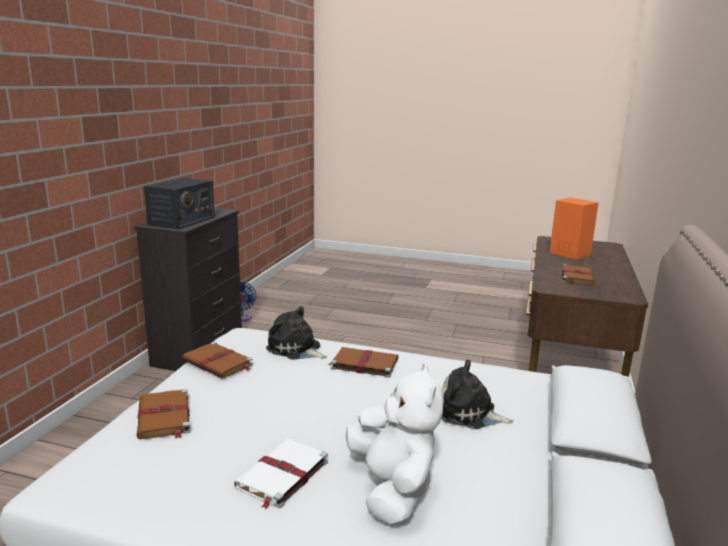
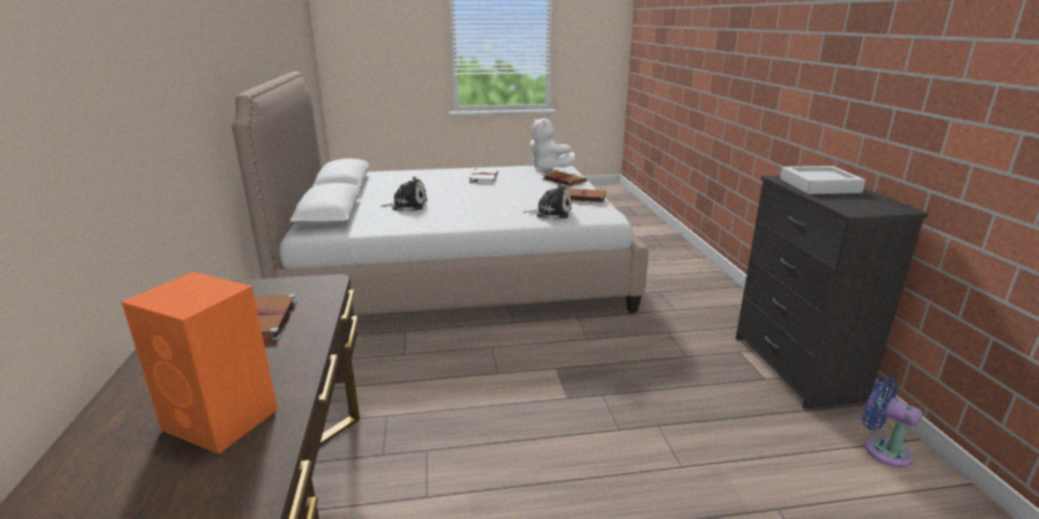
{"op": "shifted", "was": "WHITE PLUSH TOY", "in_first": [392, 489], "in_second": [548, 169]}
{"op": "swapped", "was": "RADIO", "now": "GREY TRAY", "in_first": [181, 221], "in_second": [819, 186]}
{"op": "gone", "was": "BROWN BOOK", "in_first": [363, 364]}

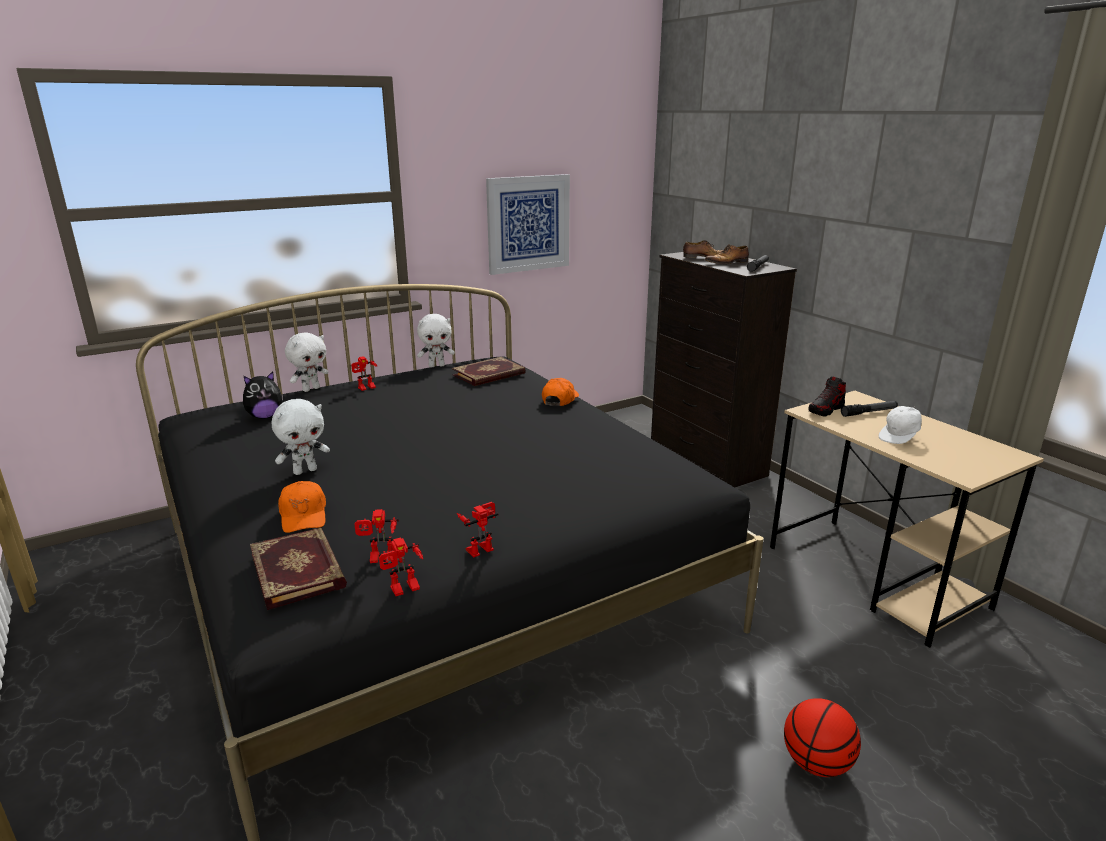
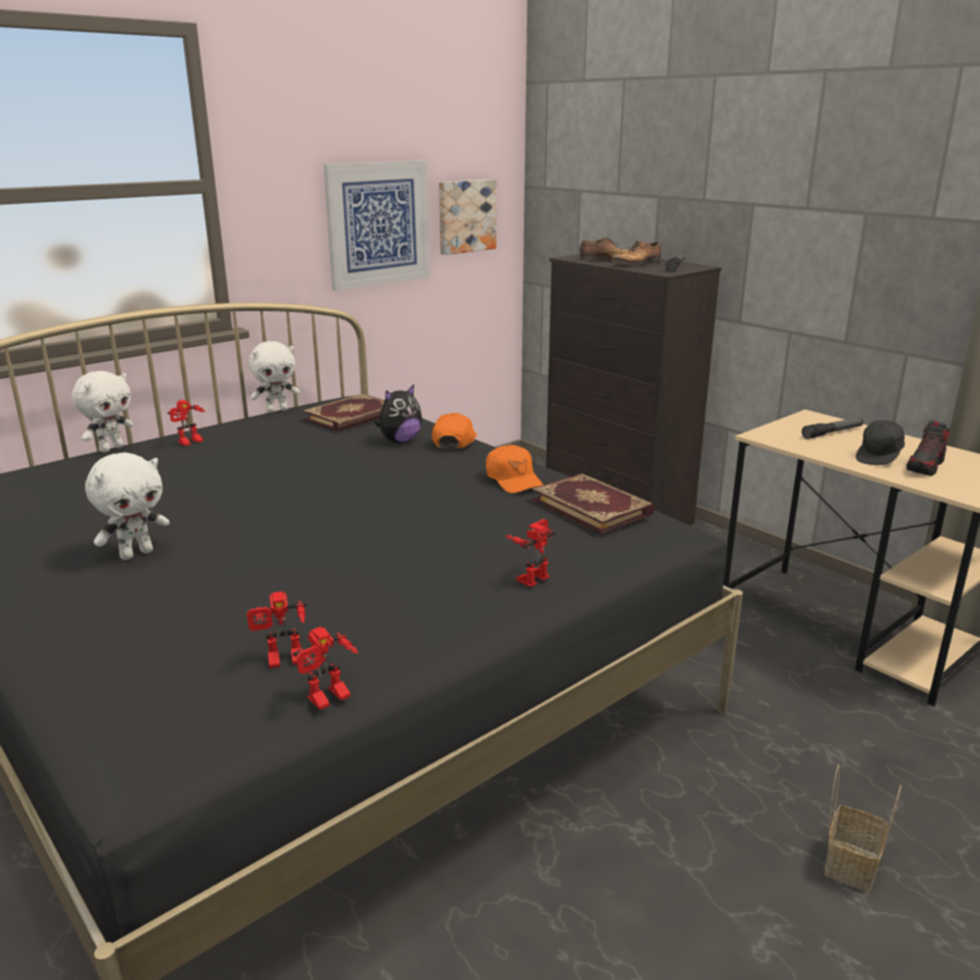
{"op": "shifted", "was": "PLUSH TOY", "in_first": [265, 416], "in_second": [400, 441]}
{"op": "new", "now": "PICTURE", "in_second": [465, 216]}
{"op": "shifted", "was": "ORANGE CAP", "in_first": [304, 515], "in_second": [513, 480]}
{"op": "shifted", "was": "TOY ROBOT", "in_first": [479, 547], "in_second": [531, 576]}
{"op": "shifted", "was": "BOOK", "in_first": [299, 570], "in_second": [593, 507]}
{"op": "swapped", "was": "BASKETBALL", "now": "BASKET", "in_first": [816, 763], "in_second": [850, 862]}
{"op": "repainted", "was": "WHITE CAP", "now": "BLACK CAP", "in_first": [900, 437], "in_second": [879, 457]}
{"op": "shifted", "was": "SHOE", "in_first": [826, 410], "in_second": [925, 467]}

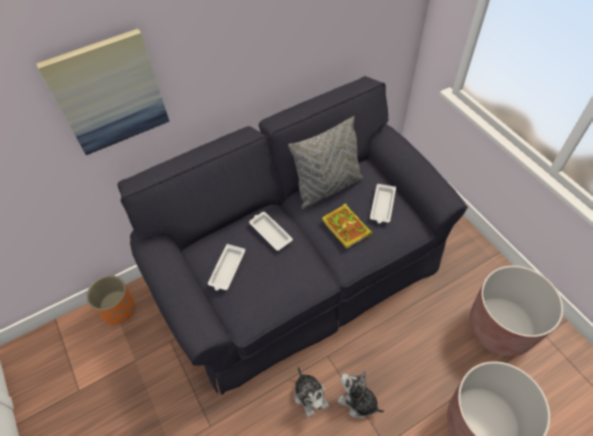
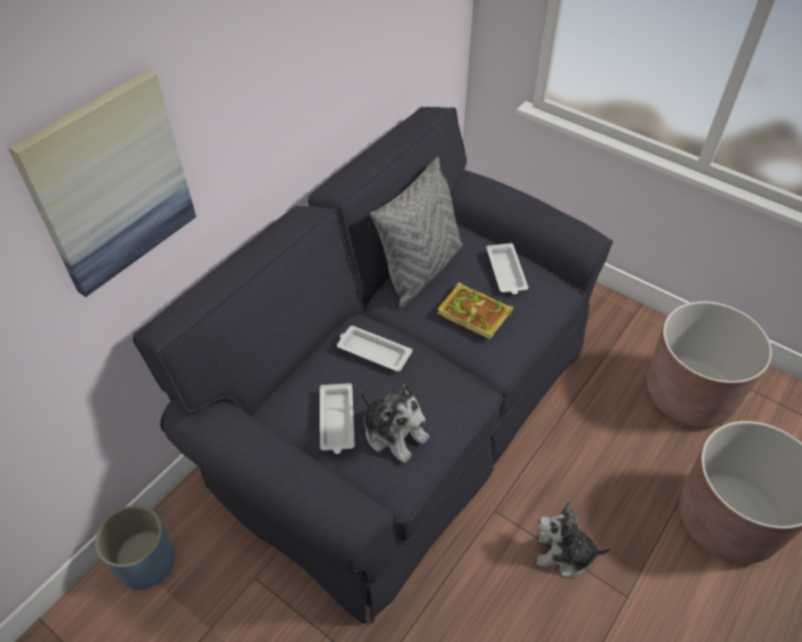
{"op": "repainted", "was": "ORANGE PLANTER", "now": "BLUE PLANTER", "in_first": [119, 309], "in_second": [146, 562]}
{"op": "shifted", "was": "PLUSH TOY", "in_first": [310, 396], "in_second": [394, 433]}

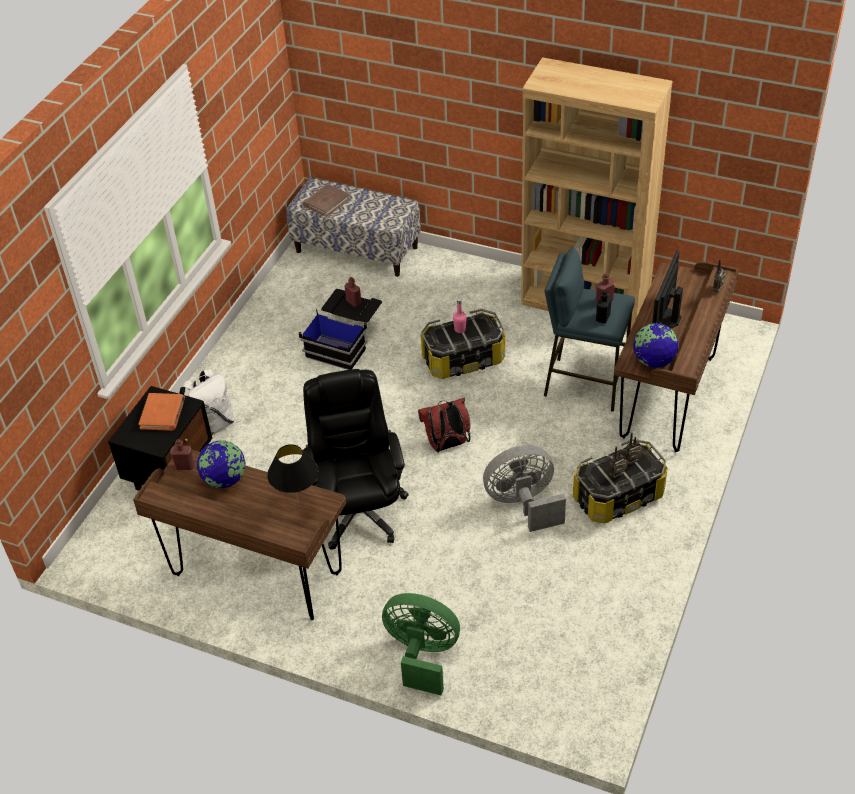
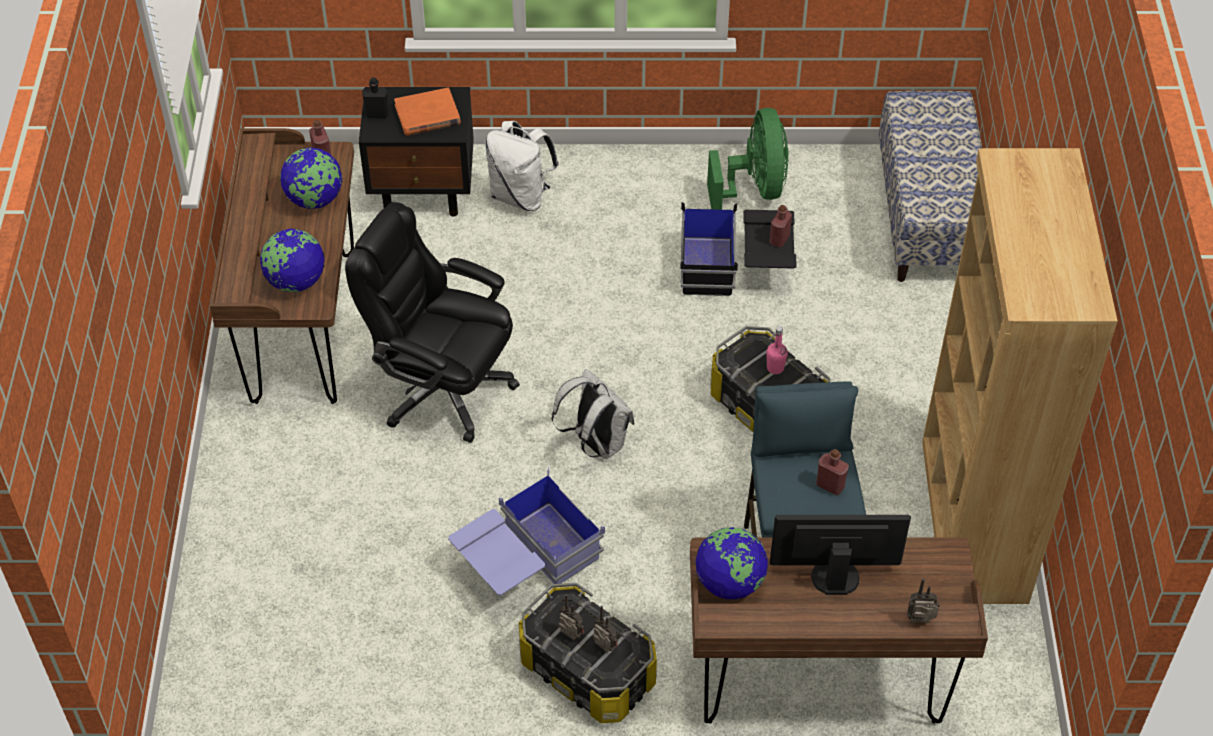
{"op": "swapped", "was": "BLACK TABLE LAMP", "now": "GLOBE", "in_first": [299, 507], "in_second": [295, 281]}
{"op": "rotated", "was": "BLACK OFFICE CHAIR", "in_first": [359, 510], "in_second": [442, 388], "clockwise": -120}
{"op": "shifted", "was": "BLACK BOTTLE", "in_first": [603, 318], "in_second": [377, 114]}
{"op": "swapped", "was": "GREY FAN", "now": "BLUE STORAGE BOX", "in_first": [524, 504], "in_second": [526, 562]}
{"op": "repainted", "was": "RED BACKPACK", "now": "WHITE BACKPACK", "in_first": [447, 445], "in_second": [596, 443]}
{"op": "shifted", "was": "GREEN FAN", "in_first": [422, 655], "in_second": [754, 189]}
{"op": "gone", "was": "BROWN BOOK", "in_first": [327, 202]}

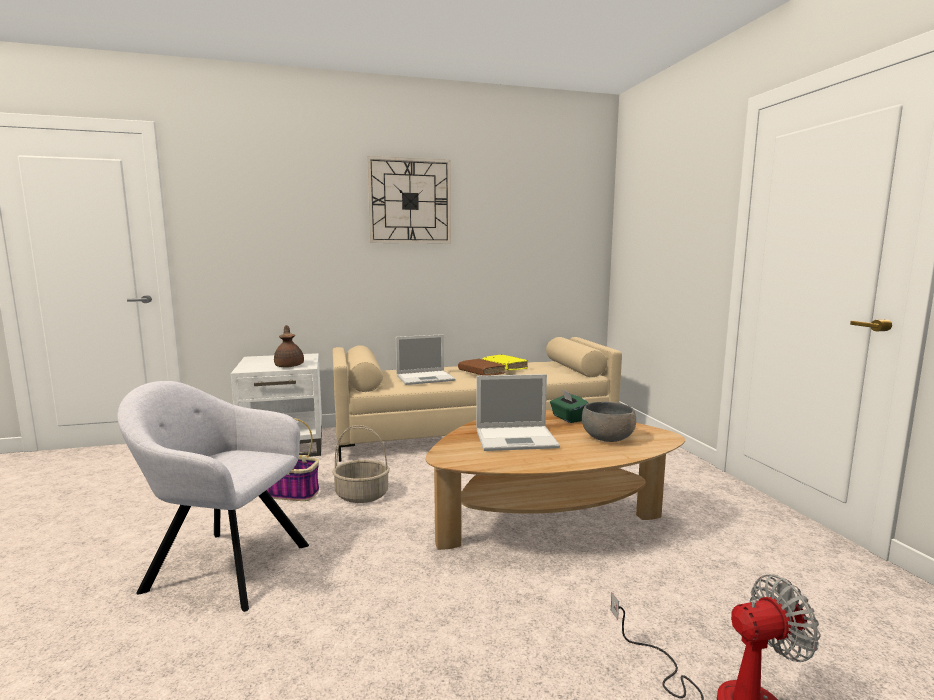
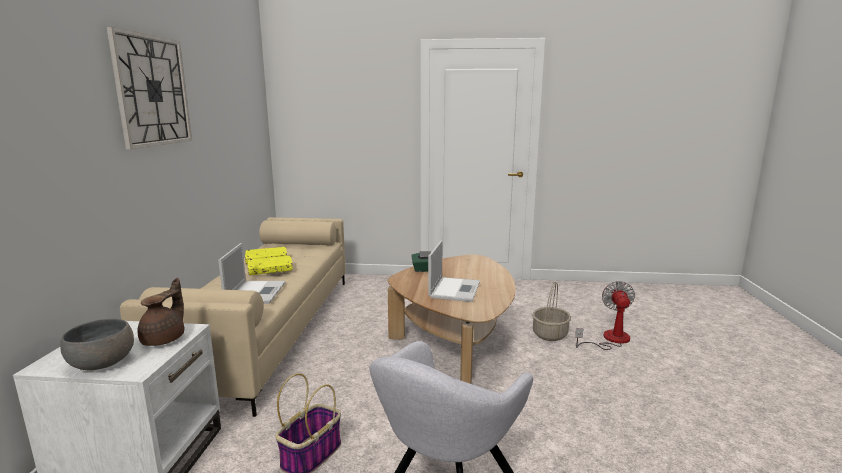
{"op": "shifted", "was": "GREY BOWL", "in_first": [607, 438], "in_second": [102, 363]}
{"op": "rotated", "was": "BROWN TEAPOT", "in_first": [289, 366], "in_second": [165, 339], "clockwise": 105}
{"op": "repainted", "was": "BROWN BOOK", "now": "YELLOW BOOK", "in_first": [481, 372], "in_second": [270, 270]}
{"op": "shifted", "was": "BASKET", "in_first": [362, 495], "in_second": [549, 334]}

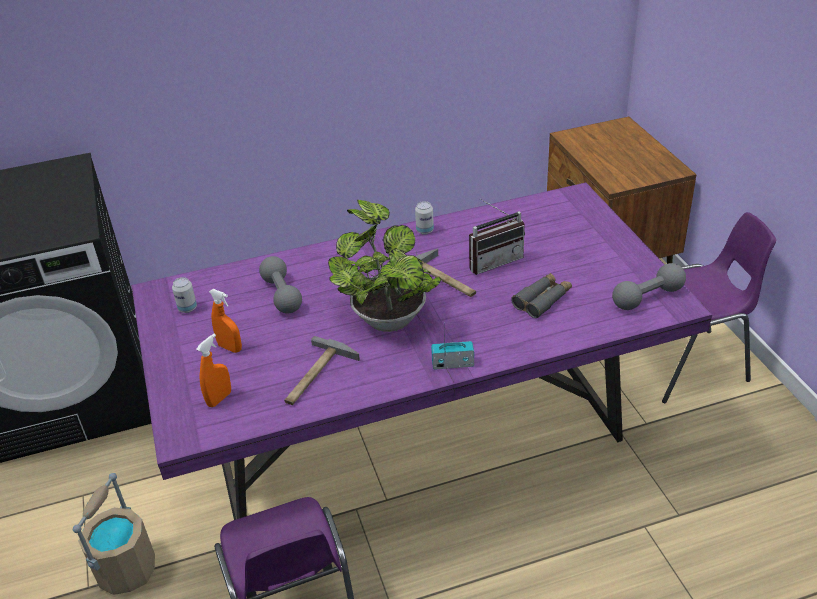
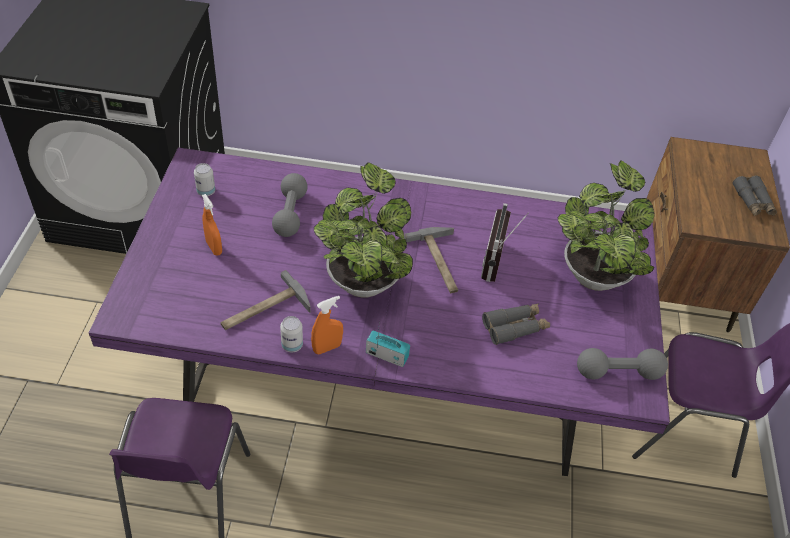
{"op": "shifted", "was": "CAN", "in_first": [425, 231], "in_second": [292, 345]}
{"op": "shifted", "was": "ORANGE SPRAY BOTTLE", "in_first": [219, 399], "in_second": [327, 348]}
{"op": "rotated", "was": "RADIO", "in_first": [493, 260], "in_second": [499, 263], "clockwise": 105}
{"op": "new", "now": "POTTED PLANT", "in_second": [594, 272]}
{"op": "new", "now": "GREY BINOCULARS", "in_second": [753, 202]}
{"op": "gone", "was": "BEIGE BUCKET", "in_first": [126, 569]}

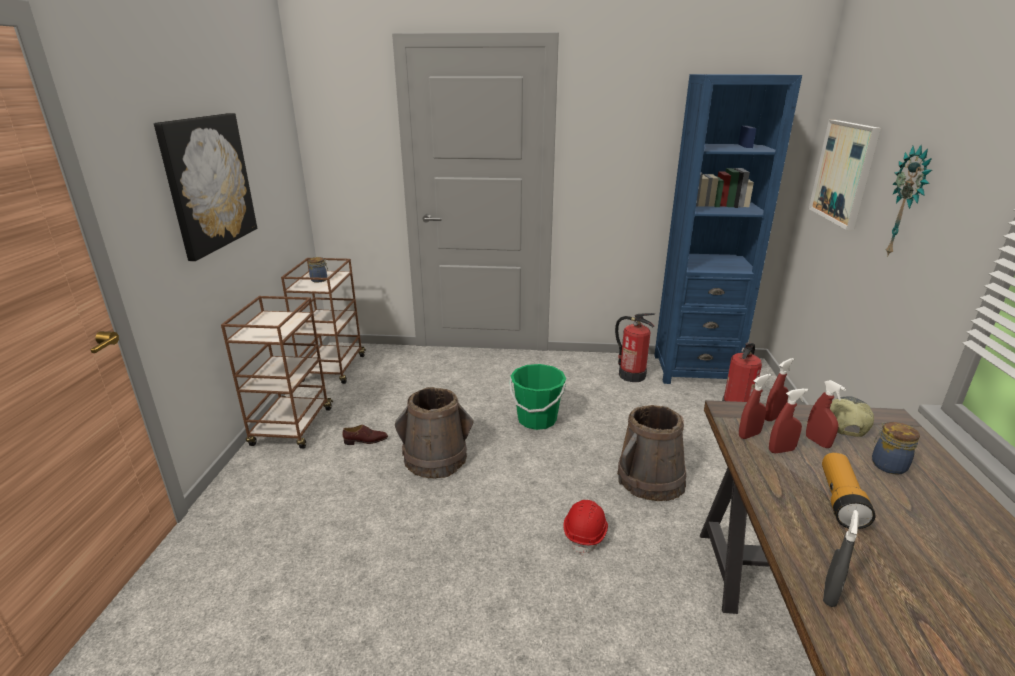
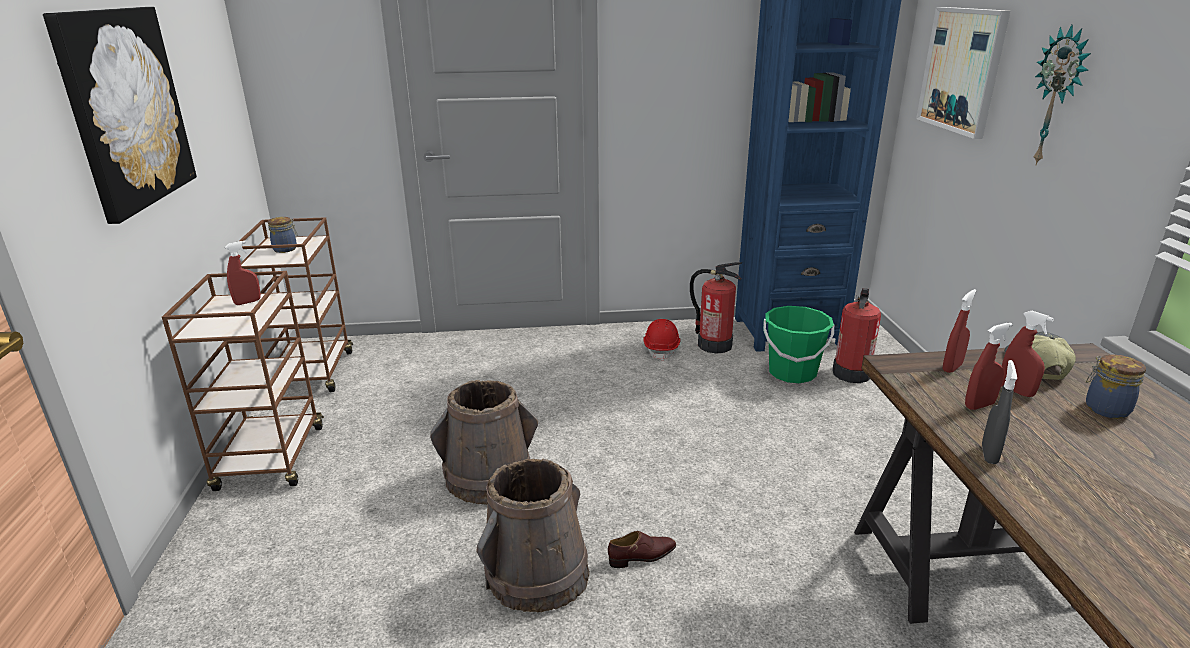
{"op": "shifted", "was": "RED SPRAY BOTTLE", "in_first": [749, 435], "in_second": [247, 302]}
{"op": "shifted", "was": "BROWN BUCKET", "in_first": [650, 480], "in_second": [537, 574]}
{"op": "shifted", "was": "BROWN SHOE", "in_first": [366, 441], "in_second": [642, 556]}
{"op": "shifted", "was": "RED HARD HAT", "in_first": [585, 533], "in_second": [662, 349]}
{"op": "shifted", "was": "GREEN BUCKET", "in_first": [537, 419], "in_second": [792, 373]}
{"op": "shifted", "was": "GREY SPRAY BOTTLE", "in_first": [830, 594], "in_second": [989, 454]}
{"op": "gone", "was": "FLASHLIGHT", "in_first": [840, 500]}

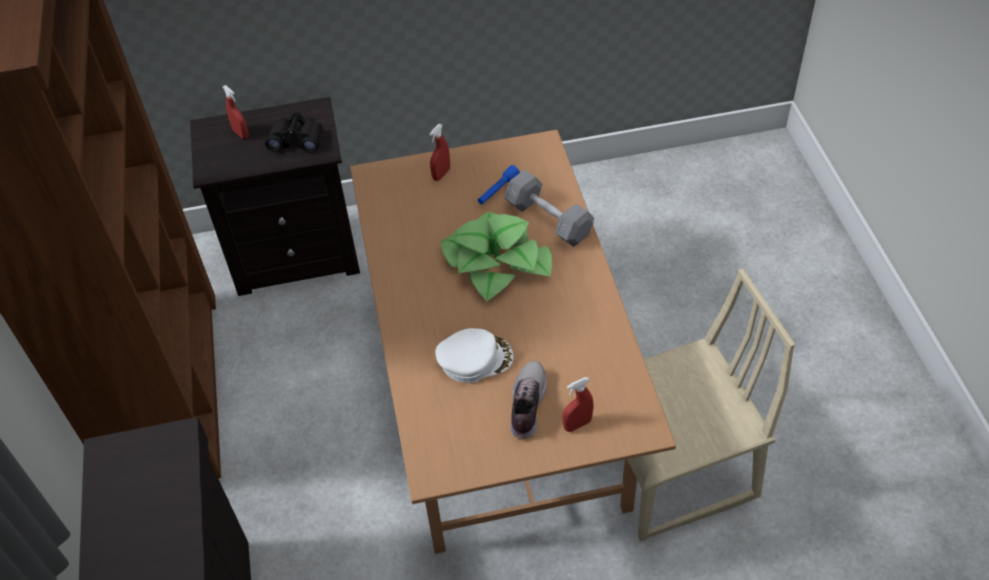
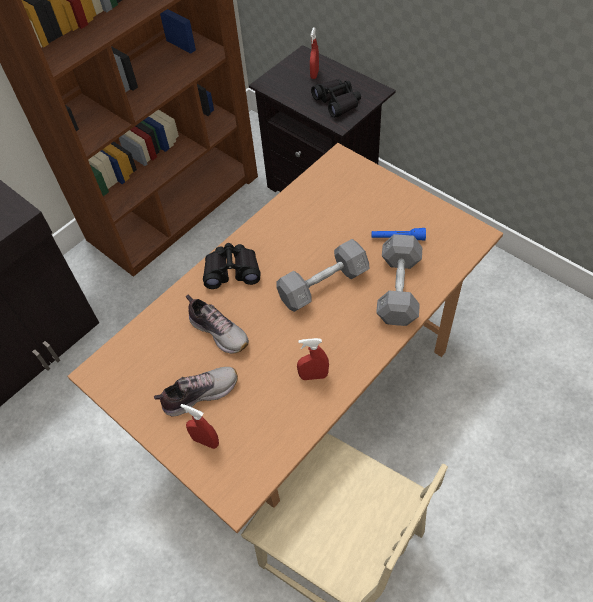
{"op": "swapped", "was": "WHITE CAP", "now": "SHOE", "in_first": [474, 358], "in_second": [219, 331]}
{"op": "new", "now": "BLACK BINOCULARS", "in_second": [232, 271]}
{"op": "swapped", "was": "POTTED PLANT", "now": "GREY DUMBBELL", "in_first": [497, 263], "in_second": [323, 285]}
{"op": "shifted", "was": "RED SPRAY BOTTLE", "in_first": [441, 174], "in_second": [313, 376]}

